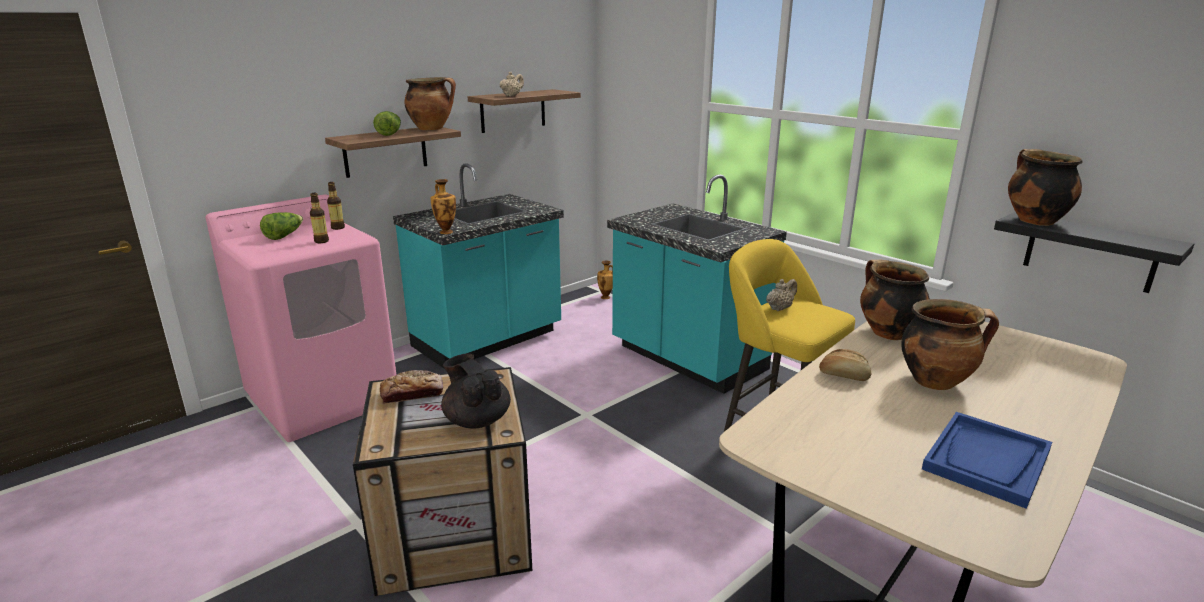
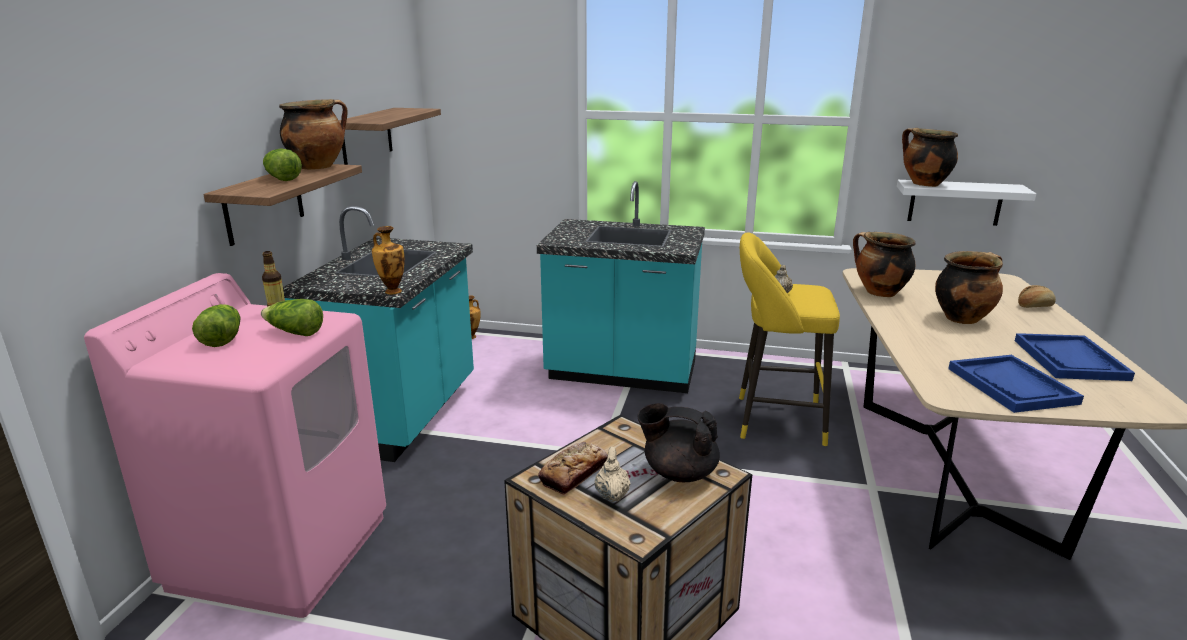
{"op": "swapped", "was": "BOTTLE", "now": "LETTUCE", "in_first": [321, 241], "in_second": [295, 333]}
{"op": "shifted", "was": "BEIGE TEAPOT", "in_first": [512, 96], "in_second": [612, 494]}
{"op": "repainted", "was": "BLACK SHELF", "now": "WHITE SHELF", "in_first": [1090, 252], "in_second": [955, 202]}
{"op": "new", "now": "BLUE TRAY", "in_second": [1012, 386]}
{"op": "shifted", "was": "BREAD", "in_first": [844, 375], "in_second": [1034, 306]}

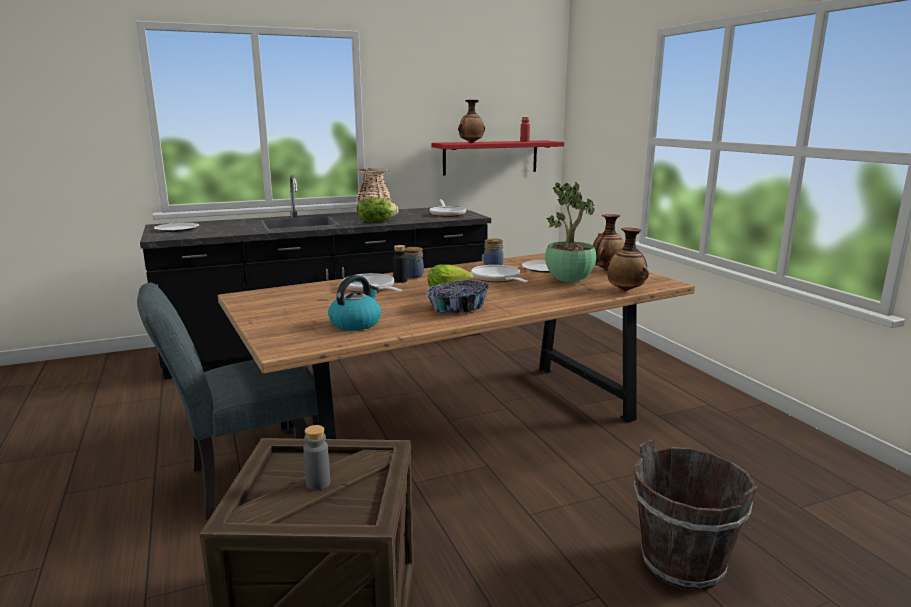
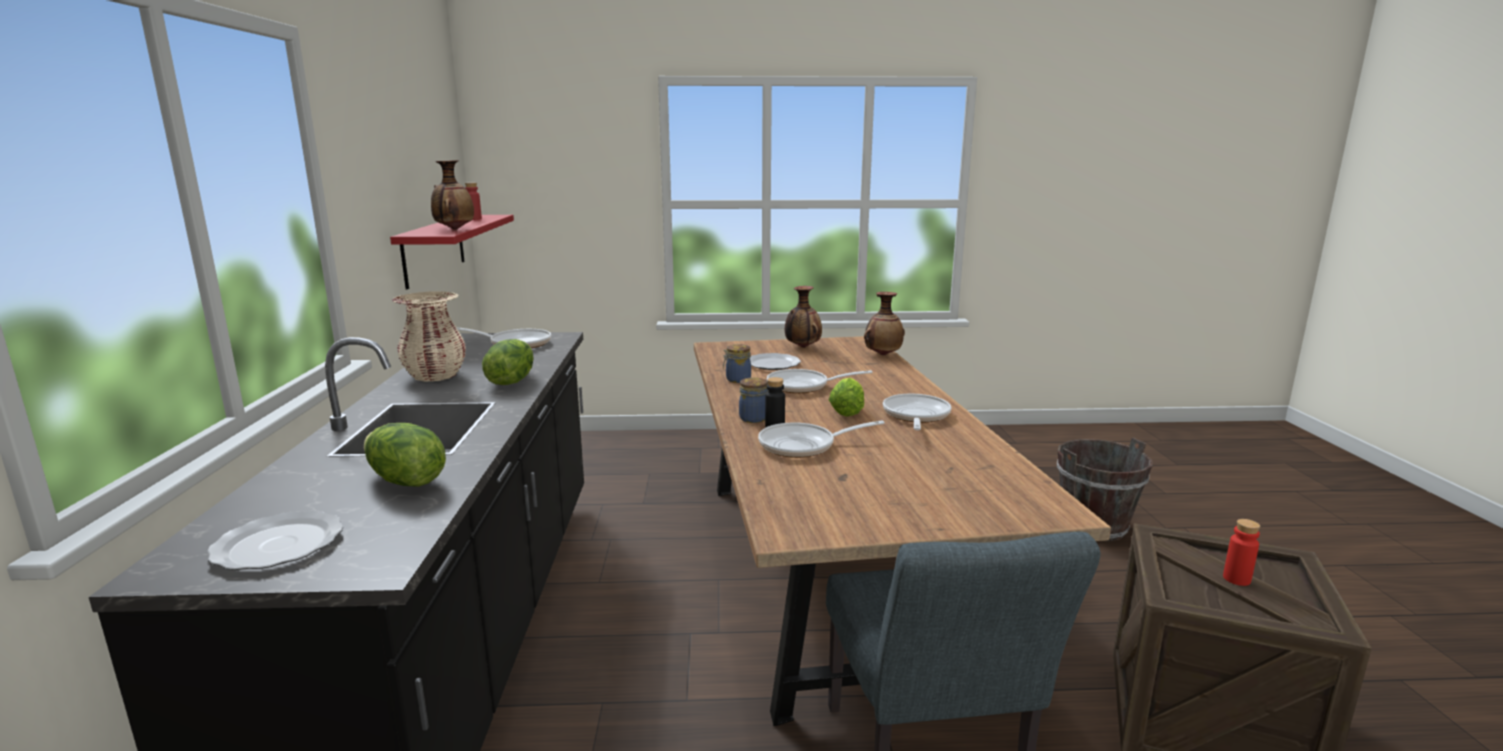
{"op": "new", "now": "LETTUCE", "in_second": [405, 481]}
{"op": "swapped", "was": "BOWL", "now": "FRYING PAN", "in_first": [457, 308], "in_second": [915, 416]}
{"op": "repainted", "was": "GREY BOTTLE", "now": "RED BOTTLE", "in_first": [318, 483], "in_second": [1236, 579]}
{"op": "gone", "was": "KETTLE", "in_first": [356, 323]}
{"op": "gone", "was": "POTTED PLANT", "in_first": [570, 281]}

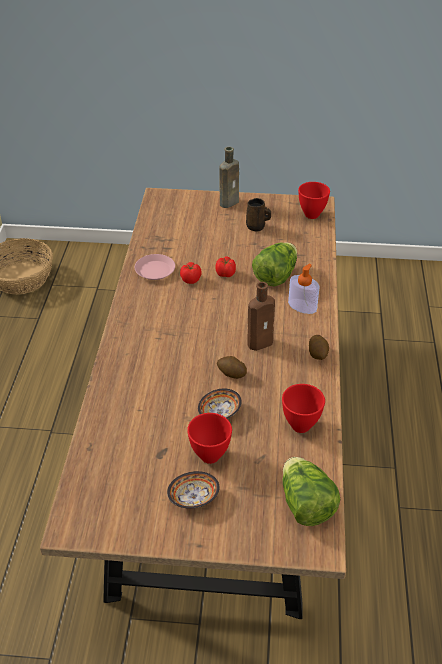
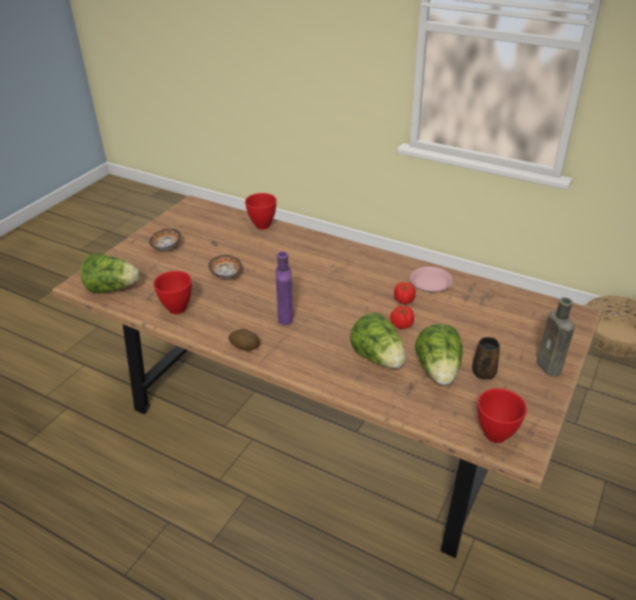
{"op": "shifted", "was": "RED BOWL", "in_first": [210, 456], "in_second": [262, 225]}
{"op": "repainted", "was": "BROWN BOTTLE", "now": "PURPLE BOTTLE", "in_first": [262, 342], "in_second": [285, 318]}
{"op": "new", "now": "LETTUCE", "in_second": [438, 371]}
{"op": "gone", "was": "POTATO", "in_first": [231, 374]}
{"op": "gone", "was": "SOAP DISPENSER", "in_first": [302, 306]}

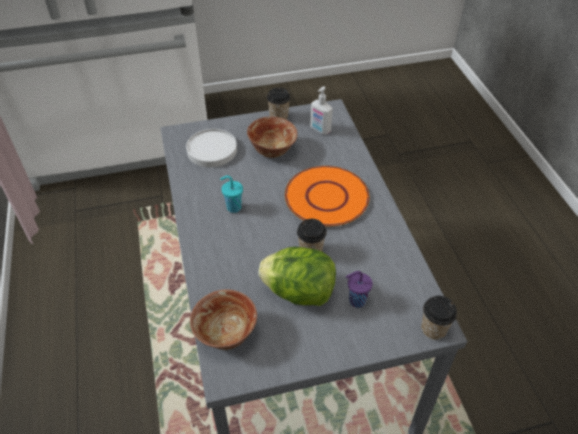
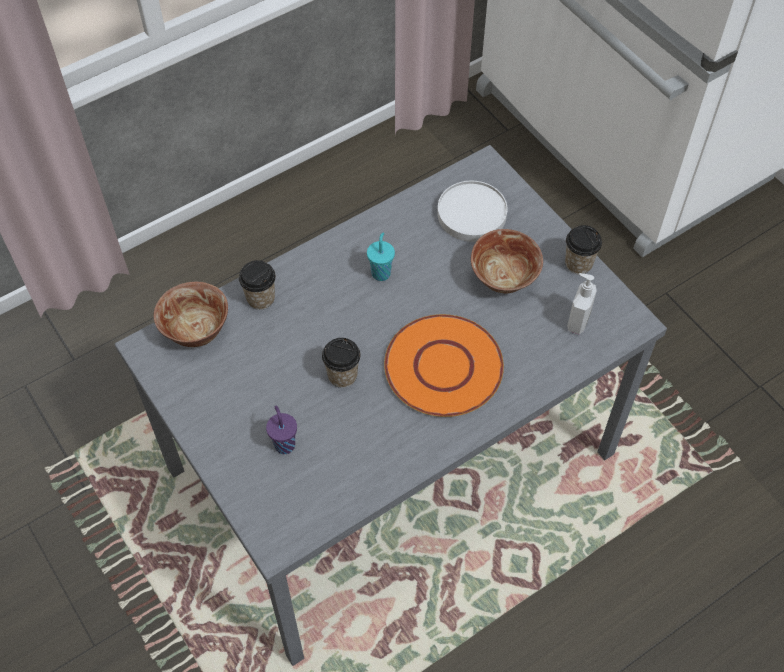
{"op": "shifted", "was": "CUP", "in_first": [433, 329], "in_second": [261, 299]}
{"op": "gone", "was": "LETTUCE", "in_first": [299, 292]}

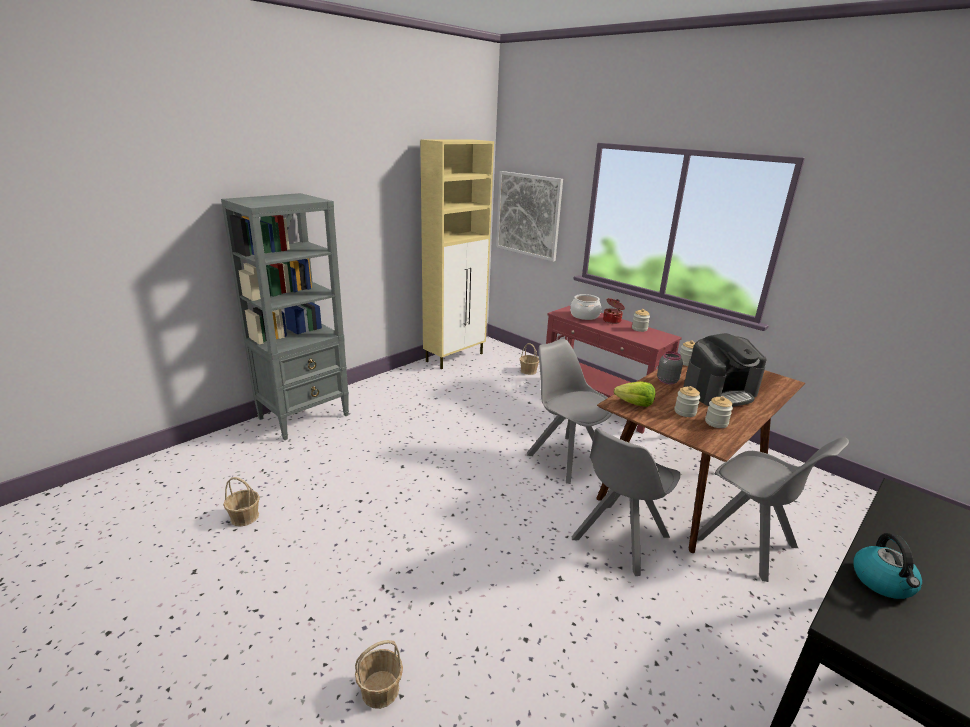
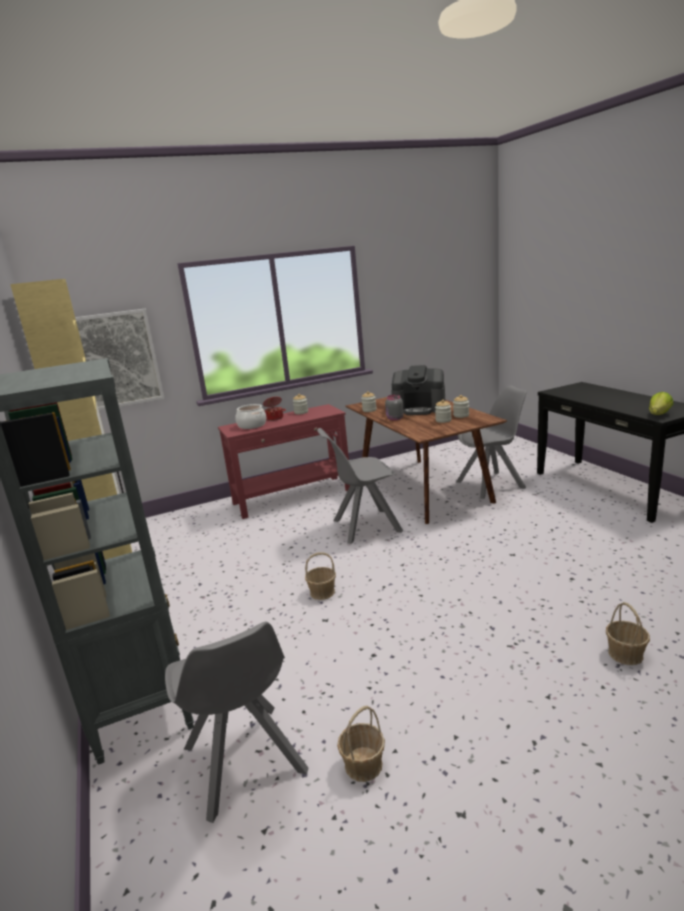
{"op": "shifted", "was": "GREY CHAIR", "in_first": [619, 539], "in_second": [245, 762]}
{"op": "shifted", "was": "BASKET", "in_first": [528, 371], "in_second": [322, 592]}
{"op": "rotated", "was": "COFFEE MACHINE", "in_first": [719, 392], "in_second": [419, 409], "clockwise": 105}
{"op": "shifted", "was": "LETTUCE", "in_first": [635, 404], "in_second": [659, 414]}
{"op": "gone", "was": "KETTLE", "in_first": [883, 582]}

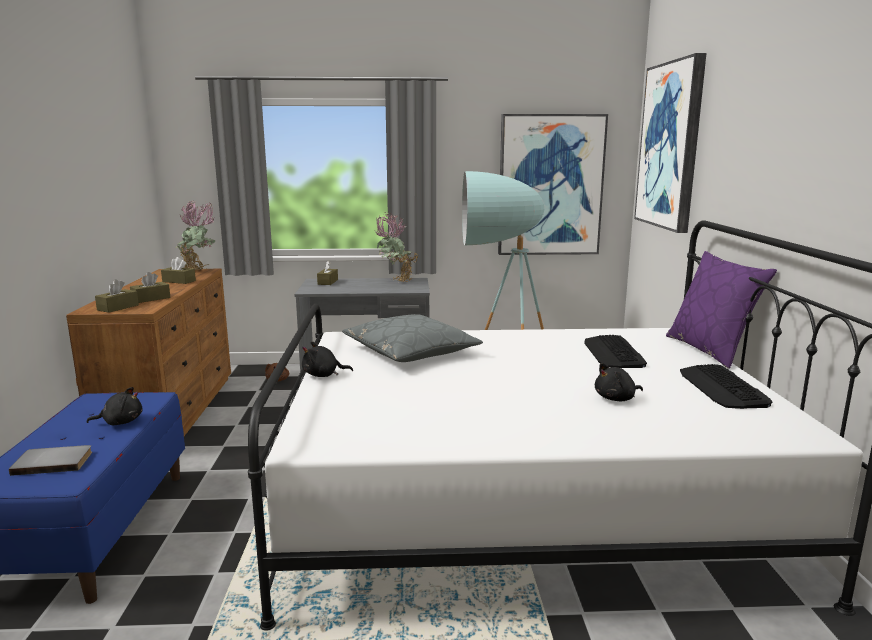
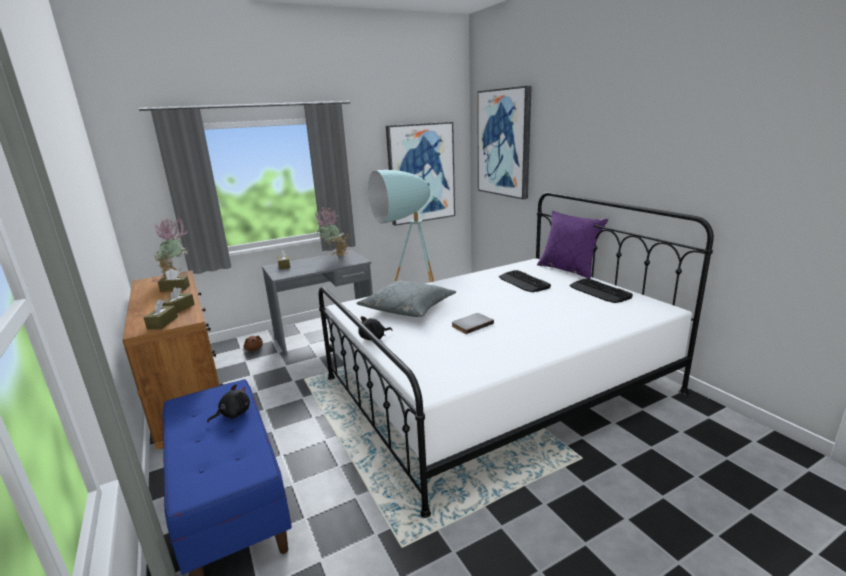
{"op": "shifted", "was": "GREY BOOK", "in_first": [54, 462], "in_second": [471, 324]}
{"op": "gone", "was": "BLACK PLUSH TOY", "in_first": [616, 399]}

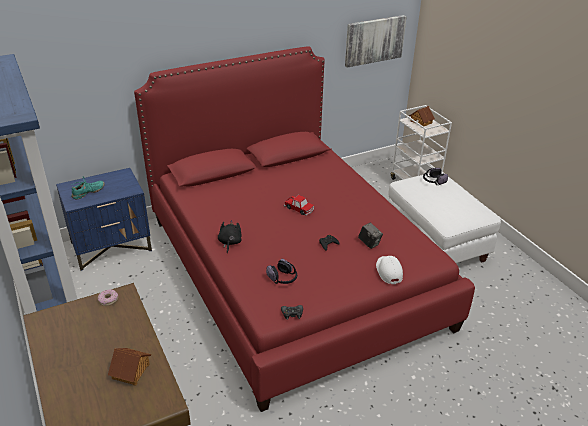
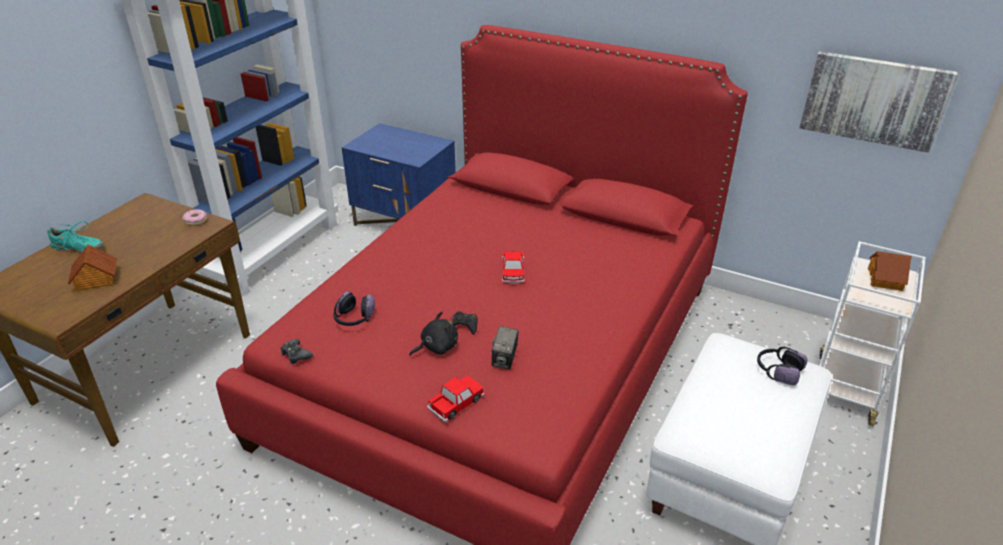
{"op": "shifted", "was": "TURQUOISE SHOE", "in_first": [88, 193], "in_second": [78, 249]}
{"op": "shifted", "was": "BLACK PLUSH TOY", "in_first": [229, 242], "in_second": [437, 347]}
{"op": "swapped", "was": "WHITE CAP", "now": "TOY CAR", "in_first": [388, 271], "in_second": [456, 403]}

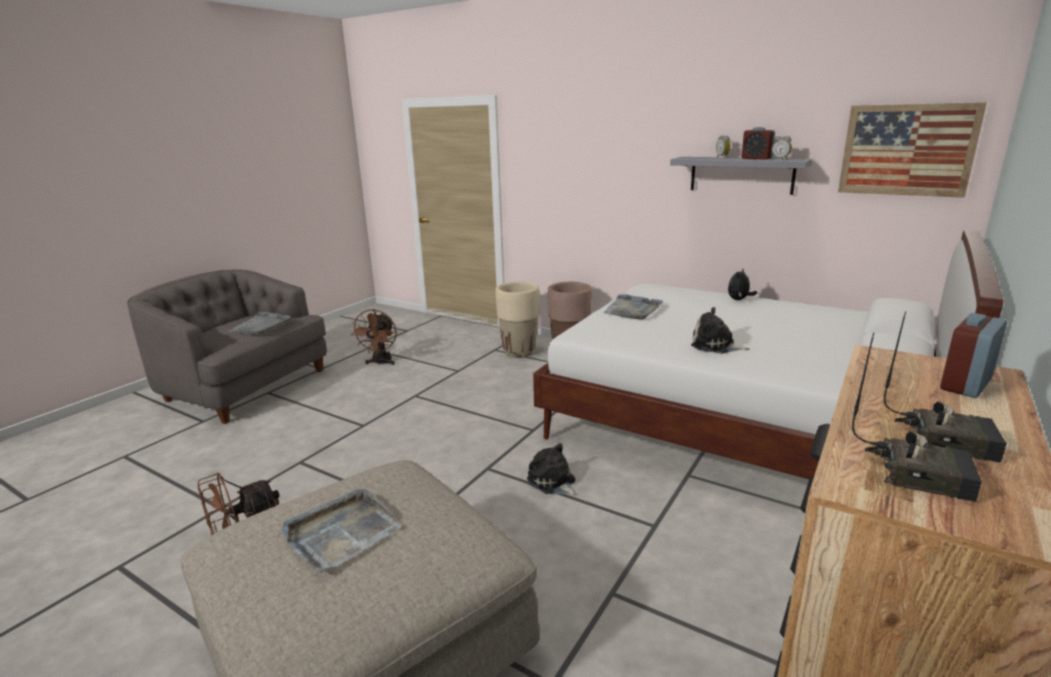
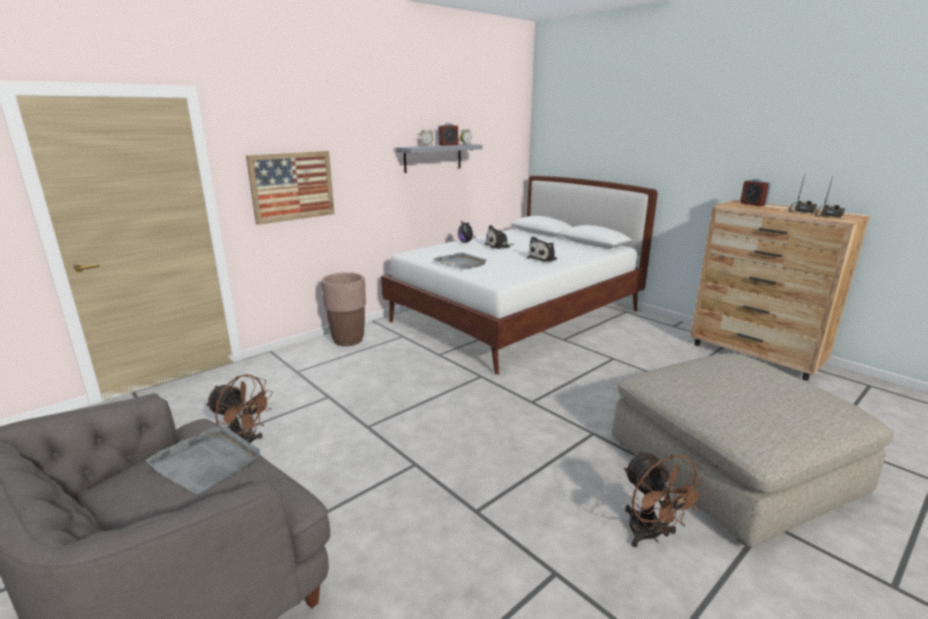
{"op": "shifted", "was": "PICTURE", "in_first": [907, 150], "in_second": [292, 186]}
{"op": "shifted", "was": "PLUSH TOY", "in_first": [553, 482], "in_second": [499, 246]}
{"op": "gone", "was": "GREY TRAY", "in_first": [341, 533]}
{"op": "gone", "was": "BEIGE PLANTER", "in_first": [519, 352]}

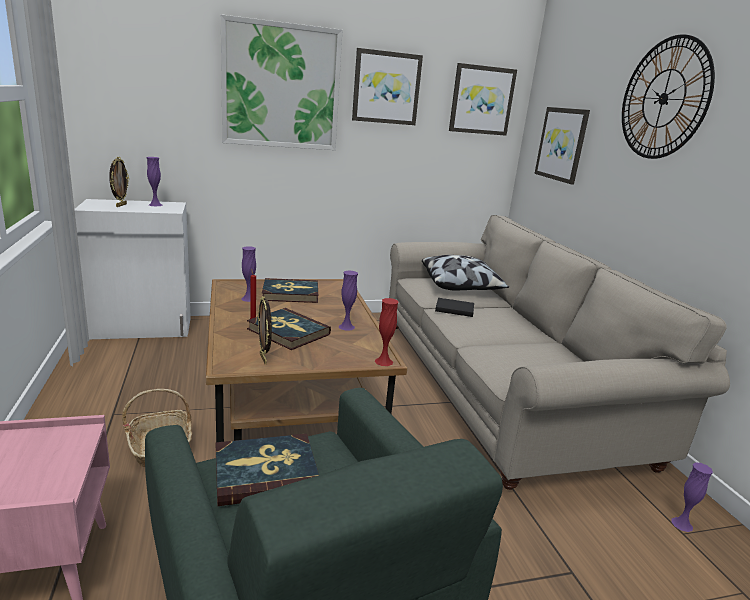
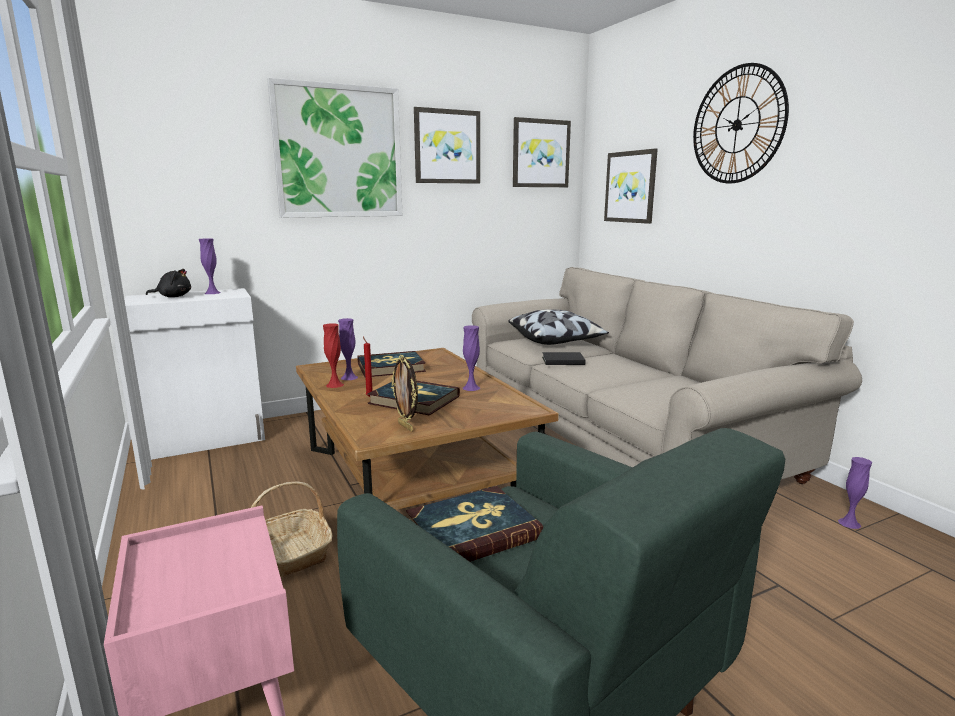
{"op": "swapped", "was": "PICTURE FRAME", "now": "BLACK PLUSH TOY", "in_first": [120, 205], "in_second": [173, 297]}
{"op": "shifted", "was": "RED VASE", "in_first": [383, 361], "in_second": [334, 385]}

